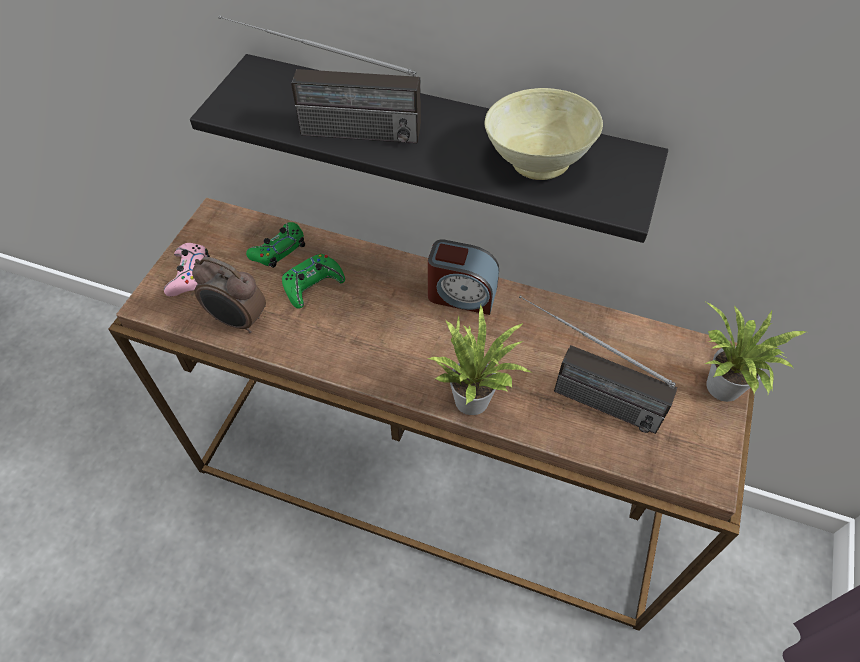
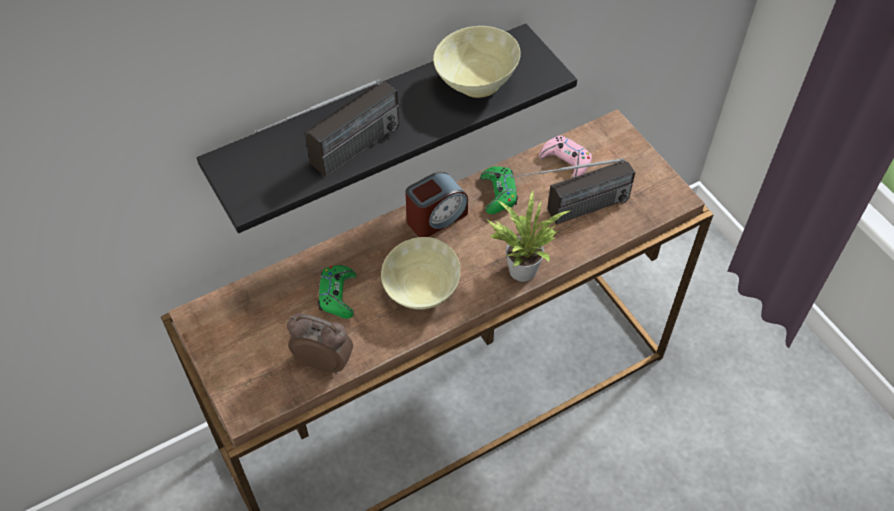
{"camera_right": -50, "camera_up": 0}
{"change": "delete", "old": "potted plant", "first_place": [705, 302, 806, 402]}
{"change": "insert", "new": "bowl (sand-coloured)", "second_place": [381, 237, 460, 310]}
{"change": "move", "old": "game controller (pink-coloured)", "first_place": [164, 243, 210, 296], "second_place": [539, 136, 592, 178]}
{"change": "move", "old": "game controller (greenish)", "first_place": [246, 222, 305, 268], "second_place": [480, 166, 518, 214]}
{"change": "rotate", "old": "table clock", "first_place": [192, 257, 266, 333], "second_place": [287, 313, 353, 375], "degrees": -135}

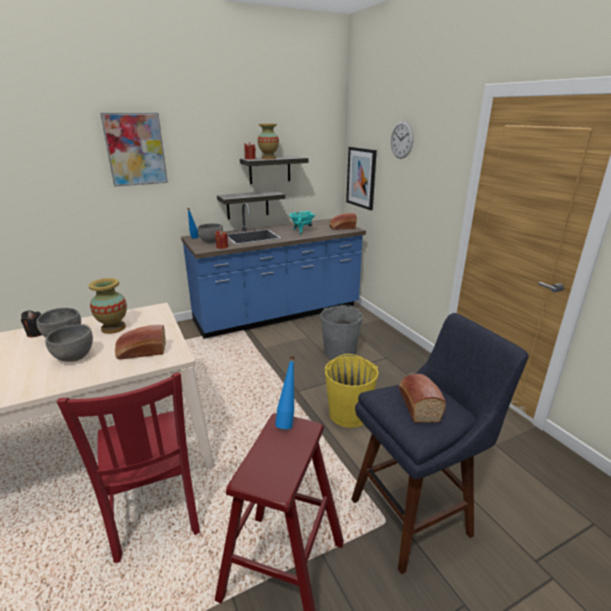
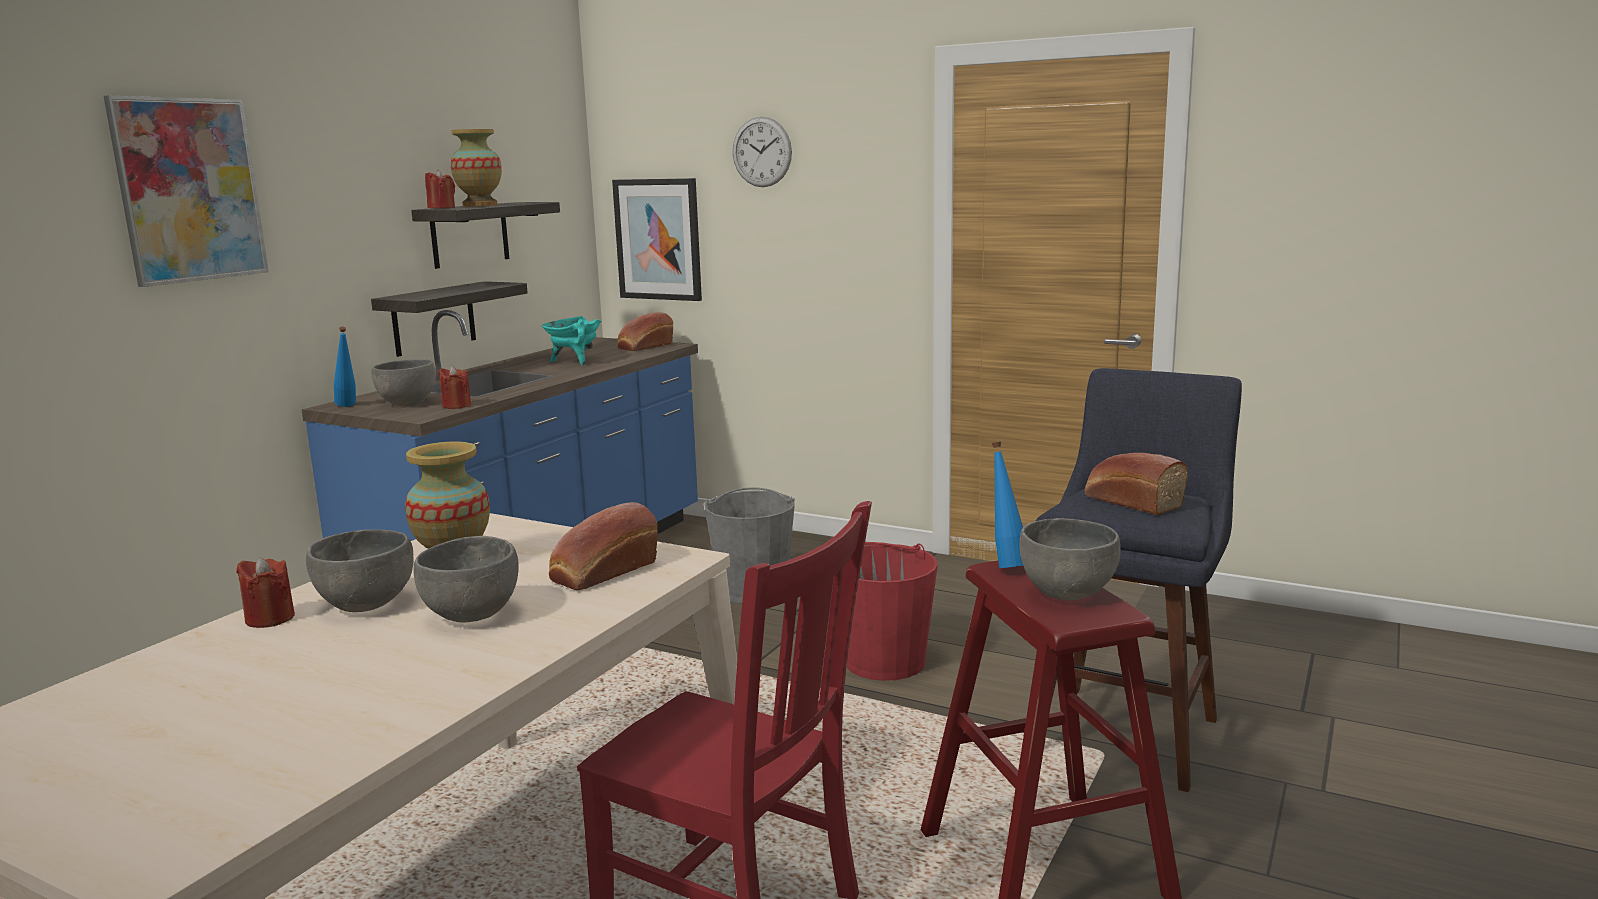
{"camera_right": -35, "camera_up": -10}
{"change": "insert", "new": "bowl (grey)", "second_place": [1019, 518, 1121, 600]}
{"change": "recolor", "old": "candle (black-coloured)", "new": "candle (red)", "first_place": [21, 310, 42, 337], "second_place": [236, 557, 295, 628]}
{"change": "recolor", "old": "pail (yellow-coloured)", "new": "pail (red)", "first_place": [325, 354, 379, 428], "second_place": [847, 542, 938, 681]}

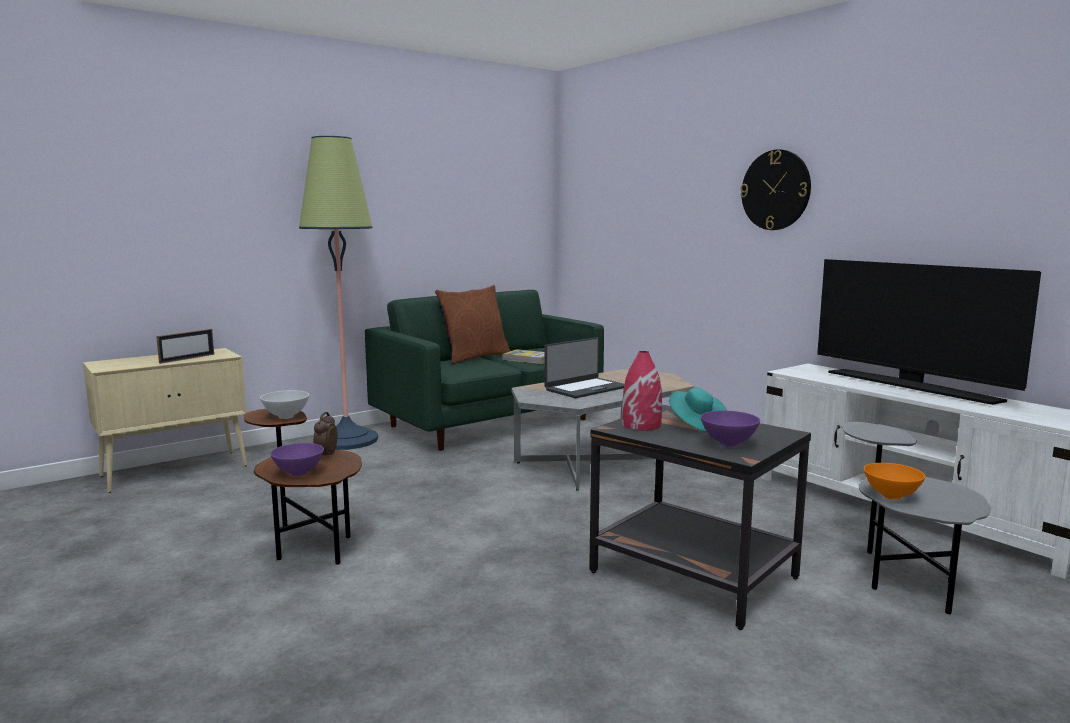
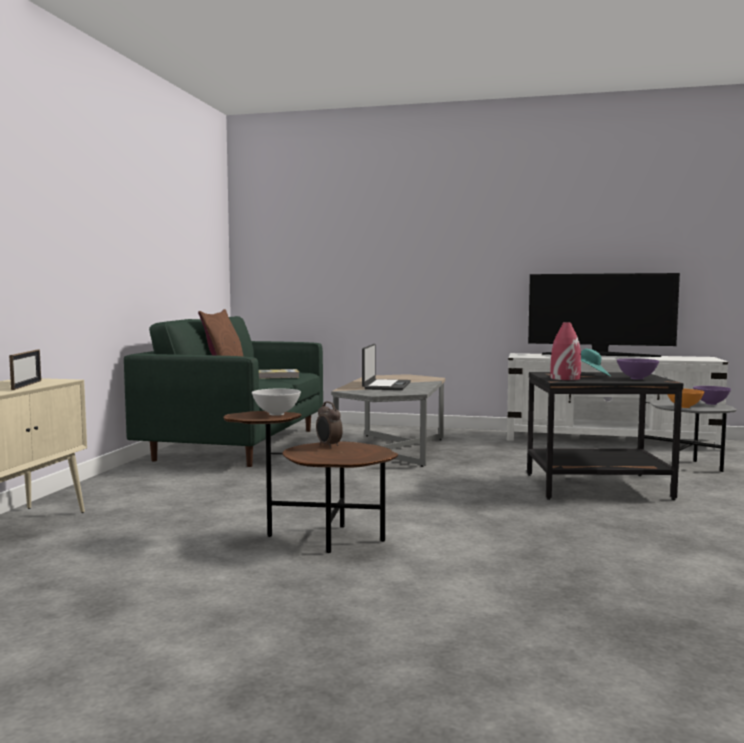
{"camera_right": -40, "camera_up": -5}
{"change": "delete", "old": "floor lamp", "first_place": [299, 136, 378, 450]}
{"change": "delete", "old": "hanging clock", "first_place": [740, 149, 811, 230]}
{"change": "move", "old": "bowl (purple)", "first_place": [270, 443, 324, 476], "second_place": [693, 386, 731, 405]}

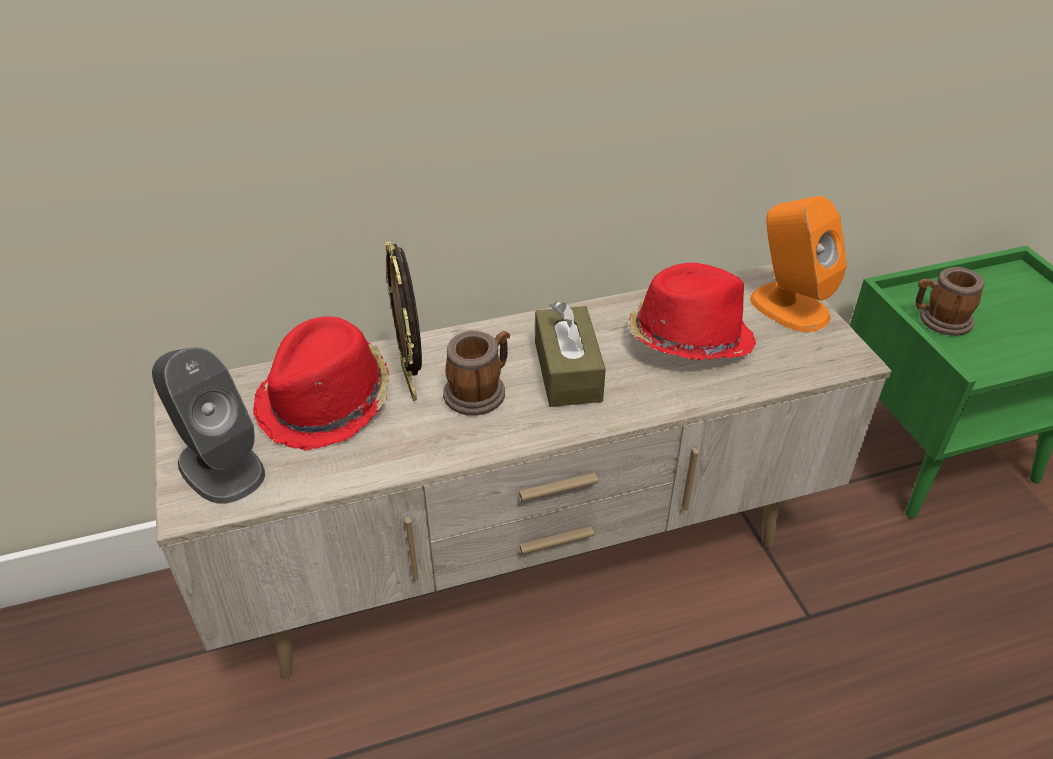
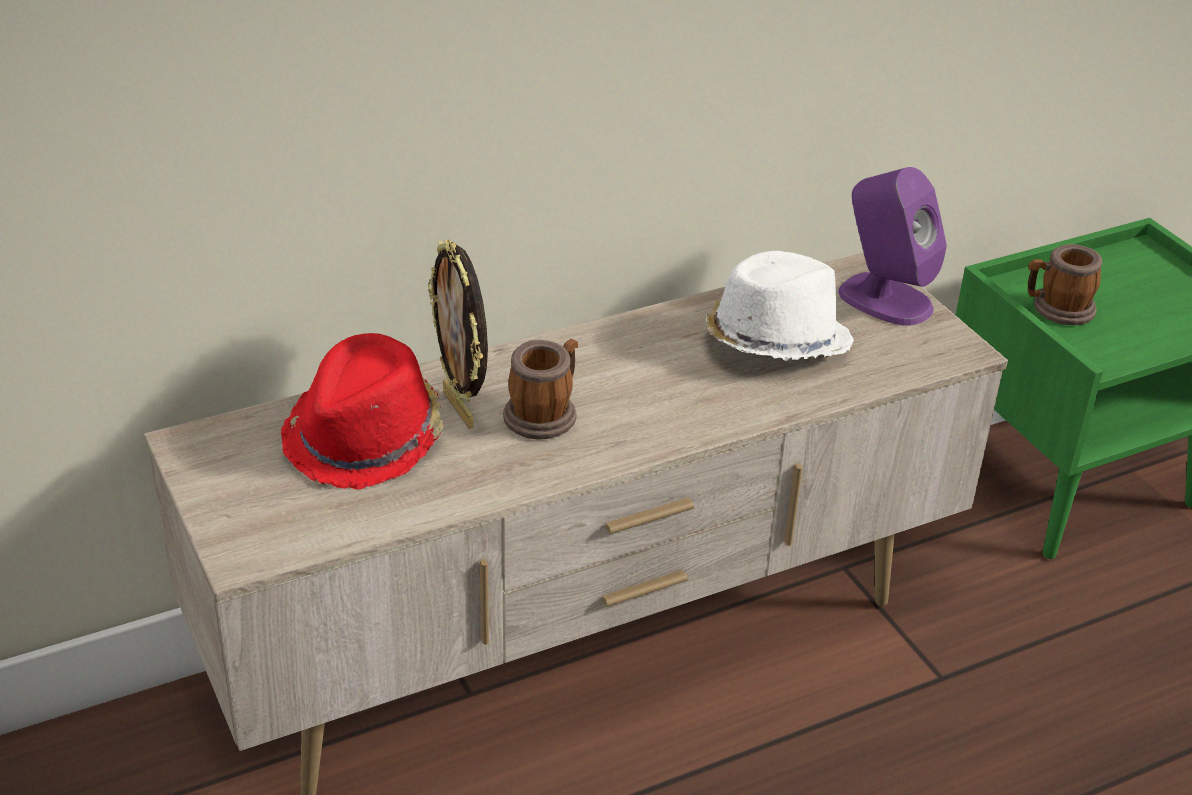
{"camera_right": -10, "camera_up": -5}
{"change": "delete", "old": "audio speaker (grey)", "first_place": [152, 347, 265, 504]}
{"change": "delete", "old": "box of tissues (brownish)", "first_place": [535, 302, 606, 407]}
{"change": "recolor", "old": "clothing hat (red)", "new": "clothing hat (white)", "first_place": [629, 263, 756, 361], "second_place": [706, 251, 854, 361]}
{"change": "recolor", "old": "audio speaker (orangey)", "new": "audio speaker (purple)", "first_place": [750, 196, 847, 332], "second_place": [838, 167, 947, 326]}

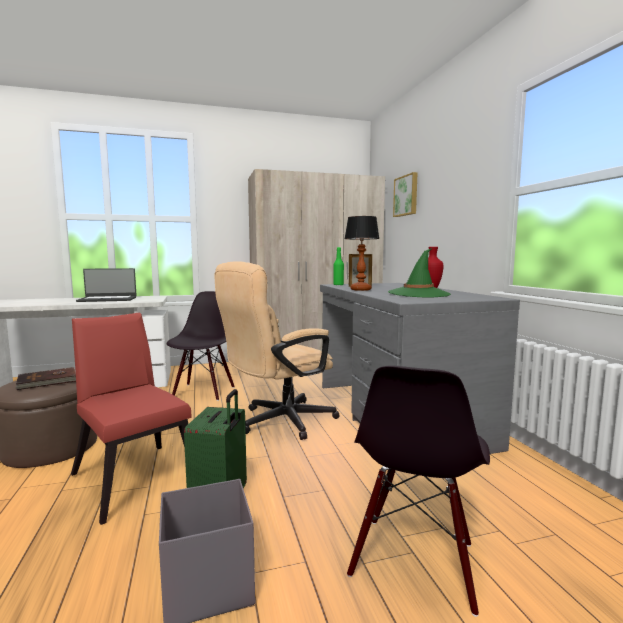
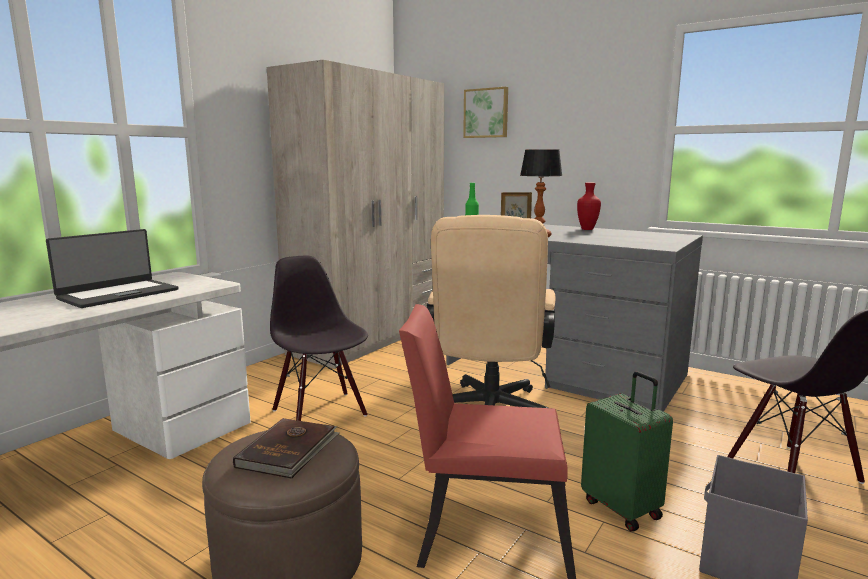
{"camera_right": -40, "camera_up": 5}
{"change": "delete", "old": "clothing hat (greenish)", "first_place": [388, 248, 451, 297]}

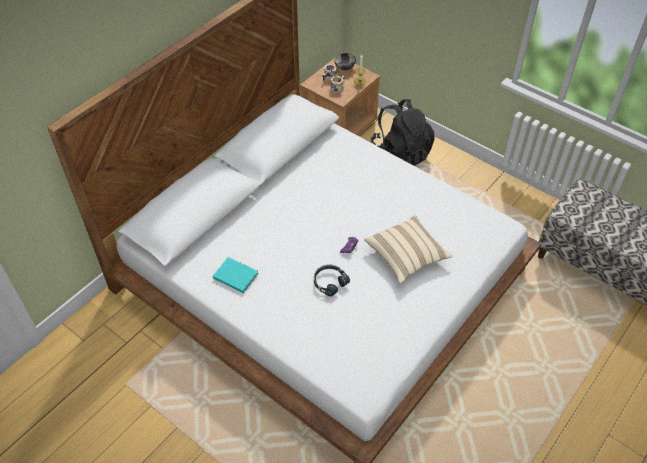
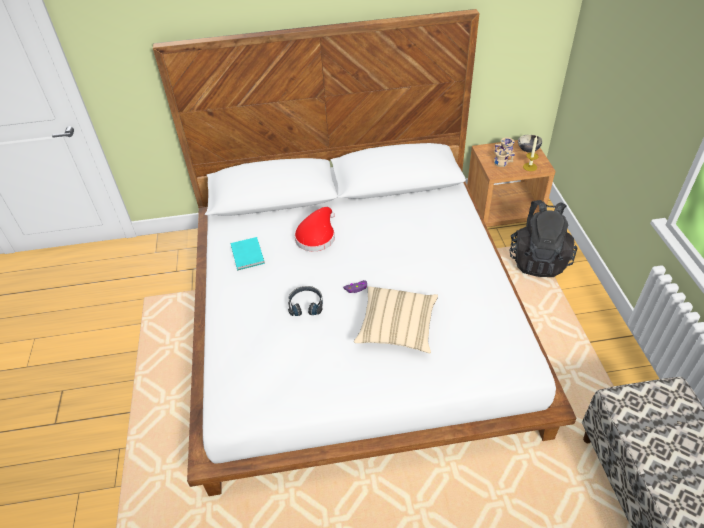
{"camera_right": 45, "camera_up": -5}
{"change": "insert", "new": "clothing hat (red)", "second_place": [295, 207, 335, 251]}

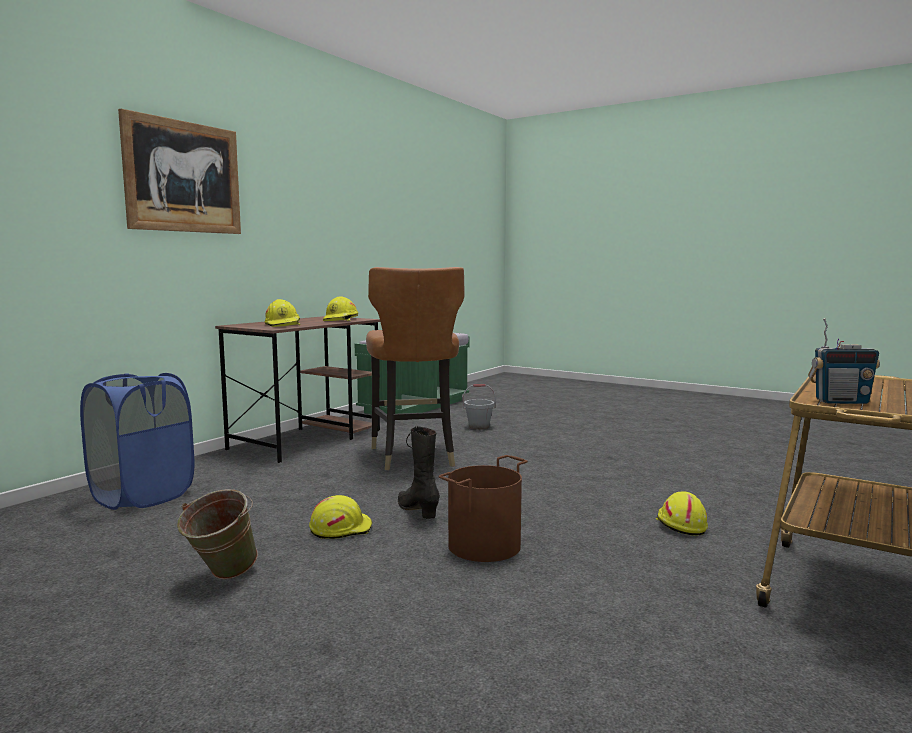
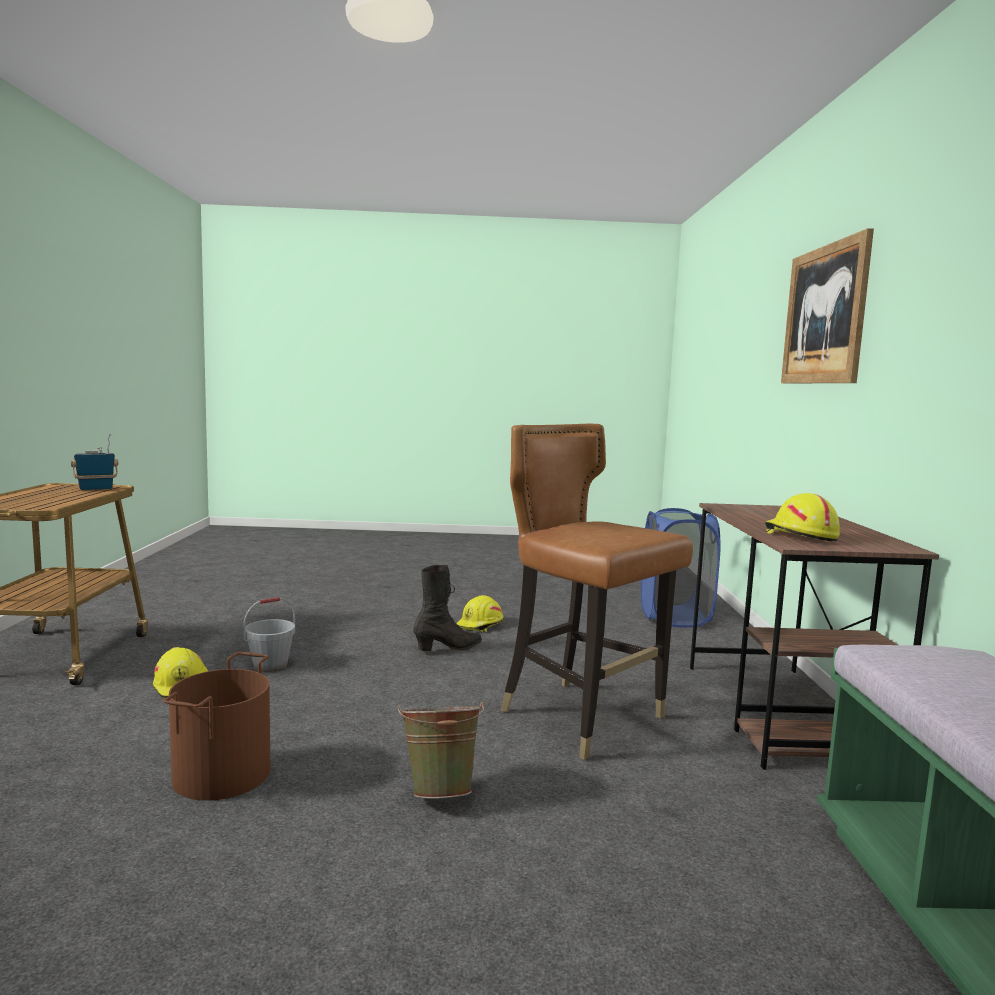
{"camera_right": 145, "camera_up": 0}
{"change": "delete", "old": "hard hat (yellow-coloured)", "first_place": [265, 299, 301, 327]}
{"change": "move", "old": "pail (greenish)", "first_place": [177, 489, 258, 580], "second_place": [398, 701, 484, 799]}
{"change": "move", "old": "pail (brownish)", "first_place": [438, 455, 528, 562], "second_place": [163, 652, 270, 801]}
{"change": "move", "old": "pail (grey)", "first_place": [463, 384, 496, 430], "second_place": [243, 597, 295, 672]}
{"change": "rotate", "old": "high-top boot (black-coloured)", "first_place": [398, 426, 440, 519], "second_place": [413, 565, 482, 651], "degrees": -60}

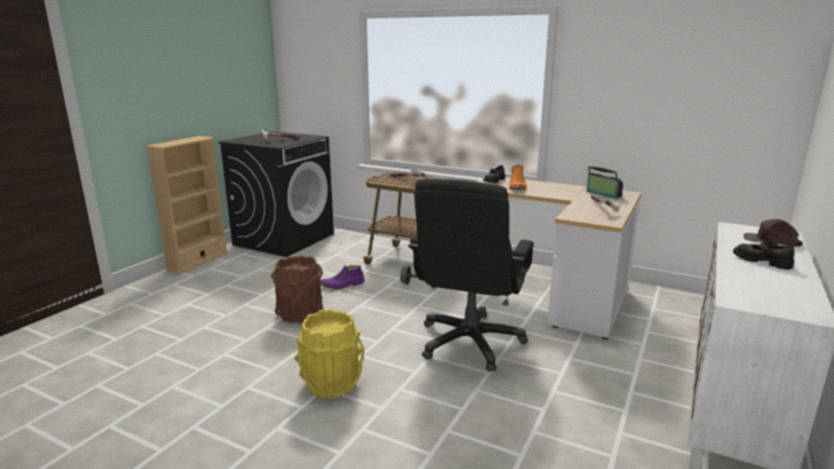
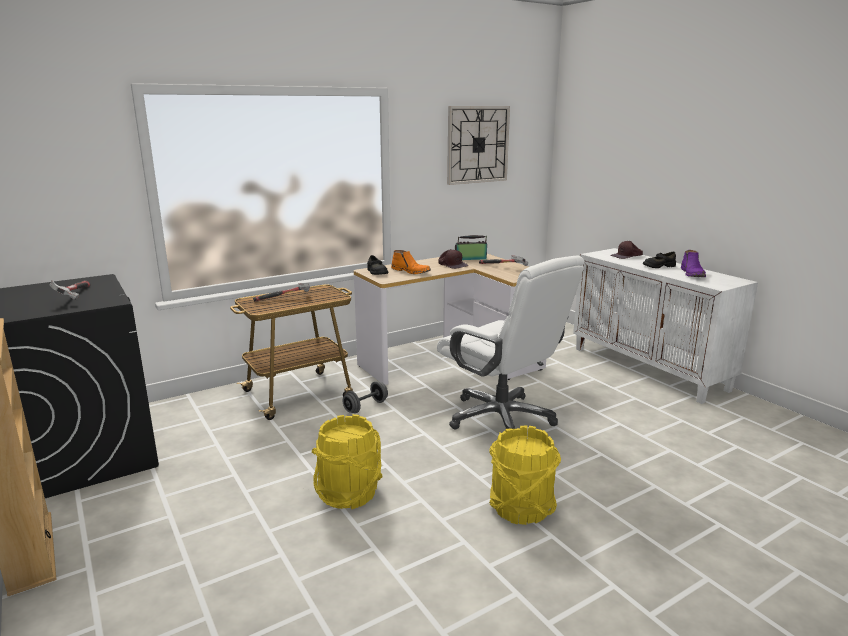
{"camera_right": -60, "camera_up": 0}
{"change": "insert", "new": "peaked cap (brownish)", "second_place": [438, 249, 468, 269]}
{"change": "insert", "new": "hanging clock", "second_place": [447, 106, 510, 185]}
{"change": "move", "old": "high-top boot (purple)", "first_place": [320, 265, 365, 289], "second_place": [681, 250, 706, 277]}
{"change": "recolor", "old": "pail (brownish)", "new": "pail (yellow-coloured)", "first_place": [271, 256, 324, 323], "second_place": [312, 414, 382, 509]}
{"change": "recolor", "old": "computer chair (black-coloured)", "new": "computer chair (white)", "first_place": [408, 179, 534, 371], "second_place": [437, 256, 585, 429]}

